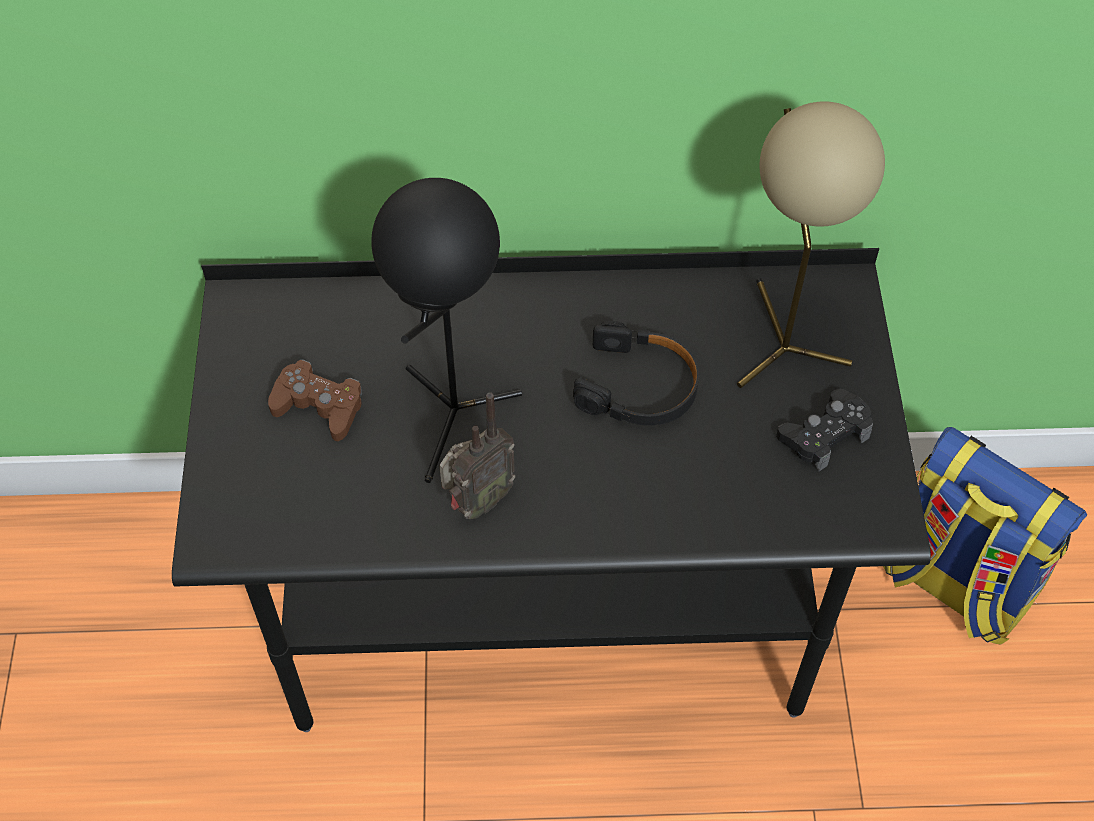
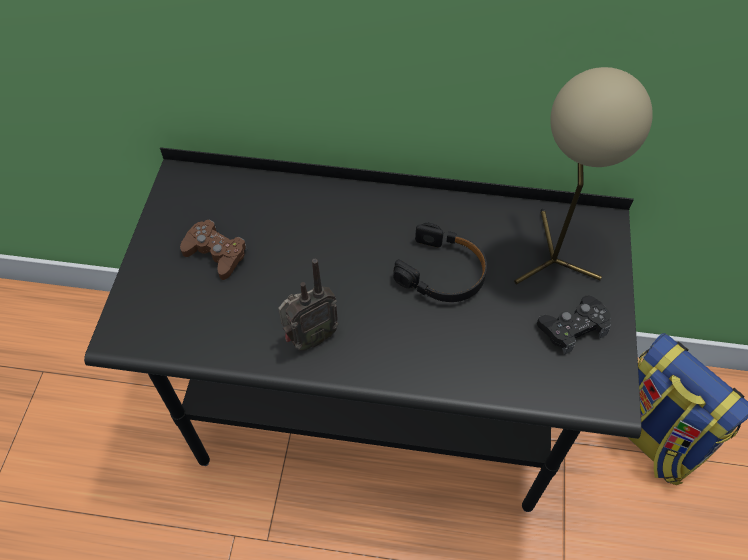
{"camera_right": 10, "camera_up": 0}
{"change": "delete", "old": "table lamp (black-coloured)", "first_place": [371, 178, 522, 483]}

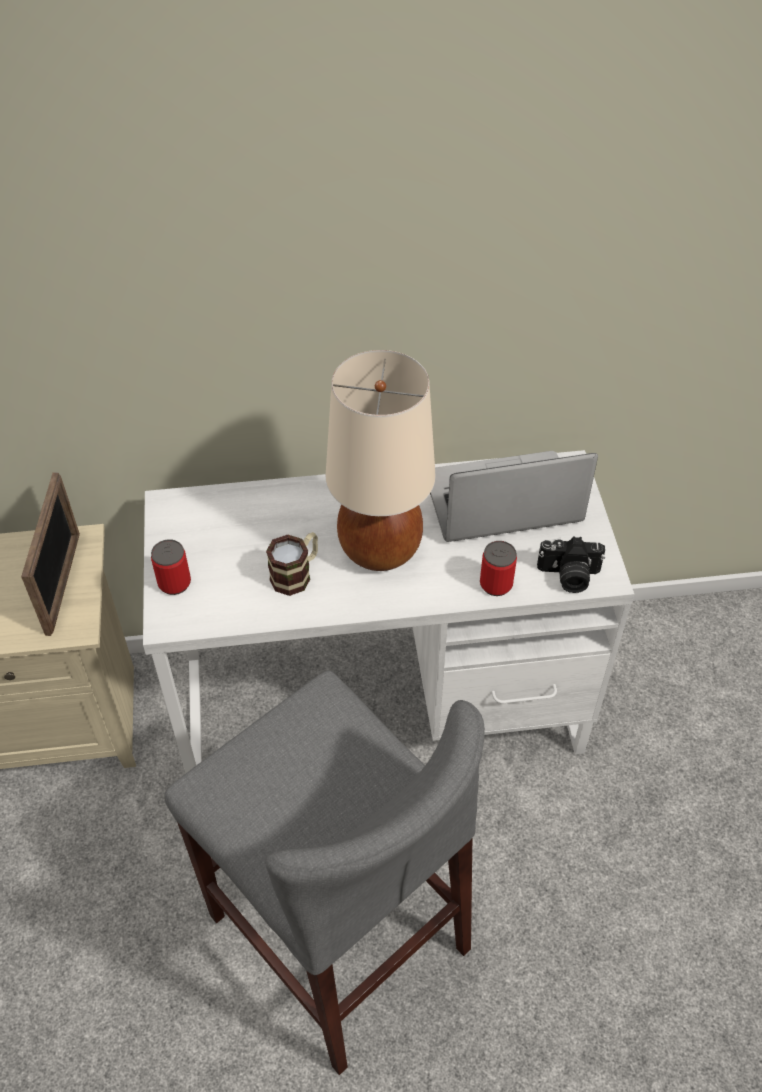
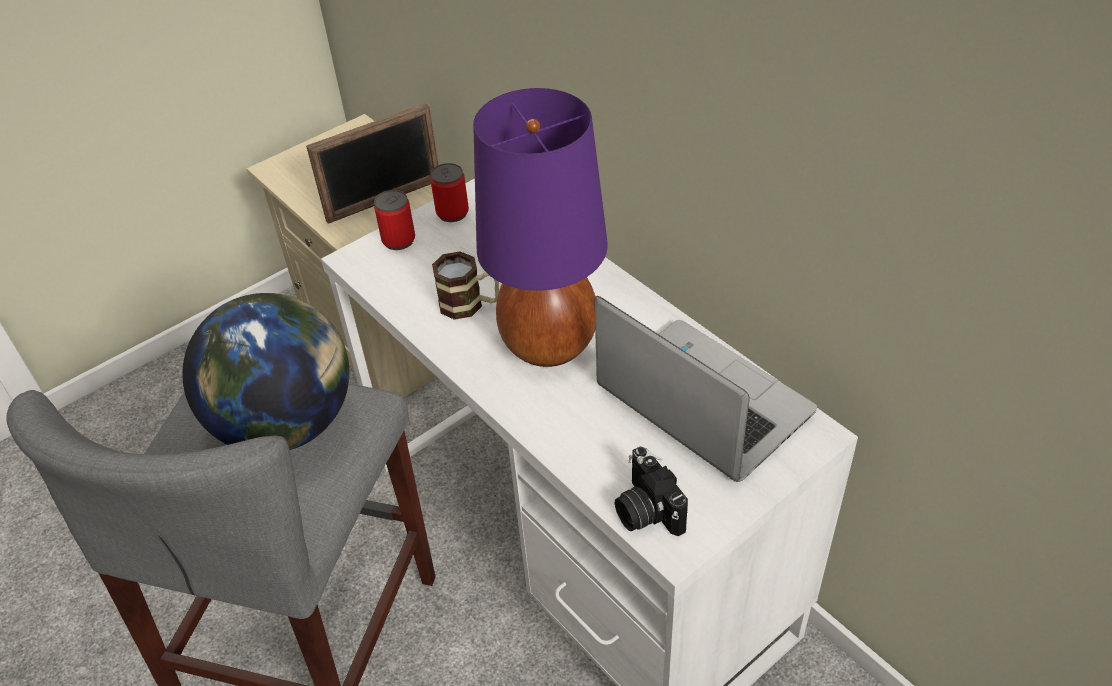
{"camera_right": 60, "camera_up": -5}
{"change": "insert", "new": "globe", "second_place": [182, 293, 350, 450]}
{"change": "move", "old": "metal can", "first_place": [480, 541, 517, 596], "second_place": [430, 163, 469, 222]}
{"change": "recolor", "old": "table lamp (sand-coloured)", "new": "table lamp (purple)", "first_place": [326, 350, 435, 571], "second_place": [473, 88, 608, 367]}

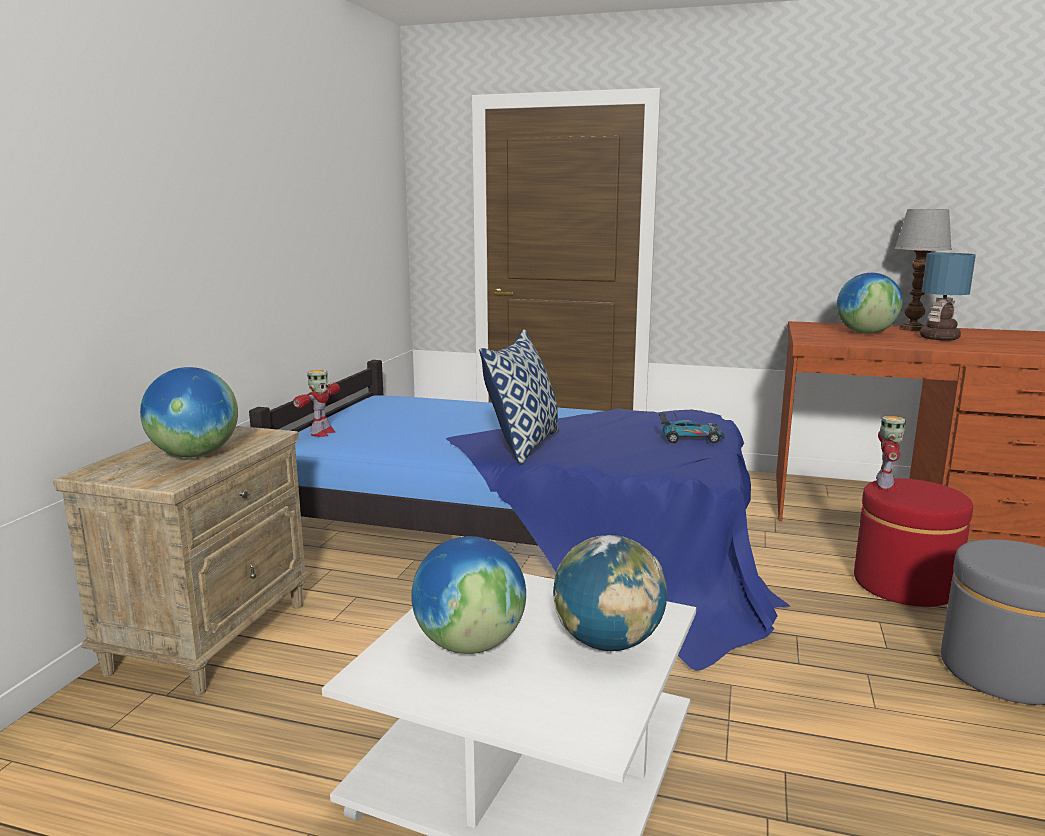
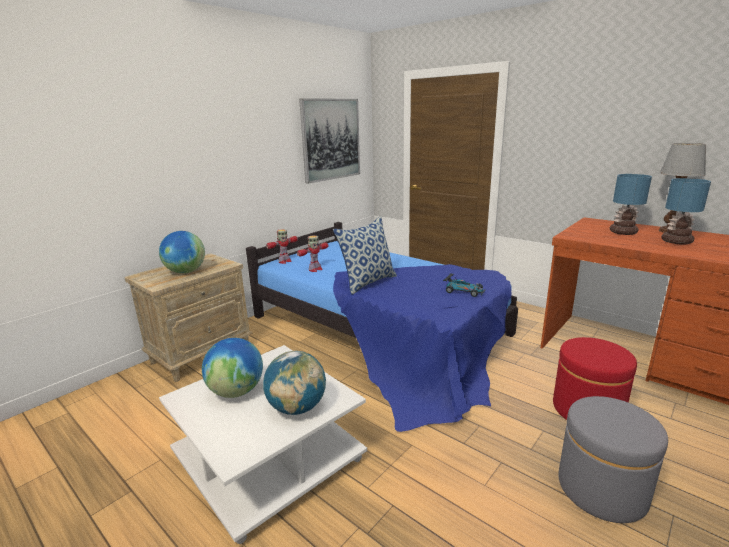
{"camera_right": 25, "camera_up": 5}
{"change": "insert", "new": "wall picture", "second_place": [299, 98, 360, 184]}
{"change": "move", "old": "model robot", "first_place": [876, 416, 906, 491], "second_place": [297, 235, 328, 272]}
{"change": "replace", "old": "globe", "new": "table lamp", "first_place": [837, 273, 903, 334], "second_place": [610, 174, 652, 235]}

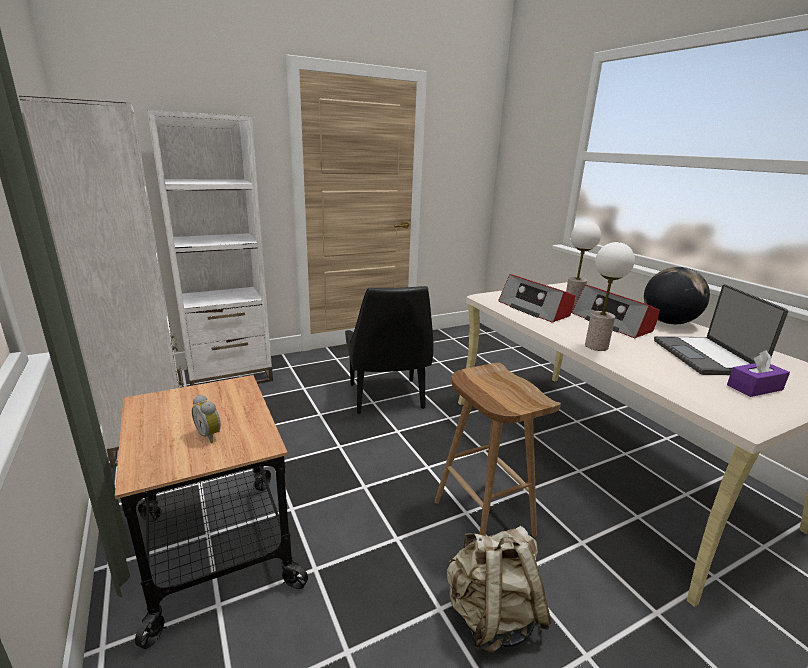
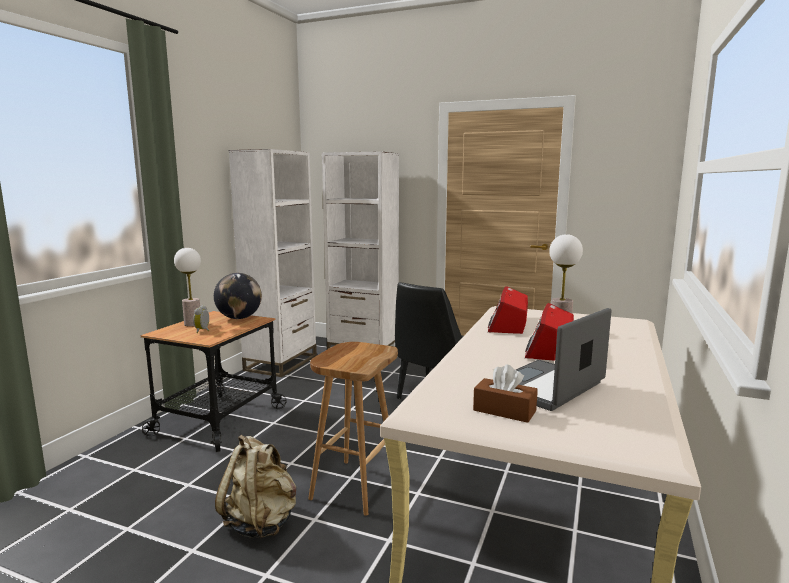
{"camera_right": 50, "camera_up": -10}
{"change": "move", "old": "table lamp", "first_place": [585, 242, 635, 351], "second_place": [174, 248, 201, 326]}
{"change": "move", "old": "globe", "first_place": [644, 267, 710, 324], "second_place": [214, 273, 262, 319]}
{"change": "recolor", "old": "box of tissues (purple)", "new": "box of tissues (brownish)", "first_place": [727, 350, 790, 397], "second_place": [473, 365, 538, 423]}

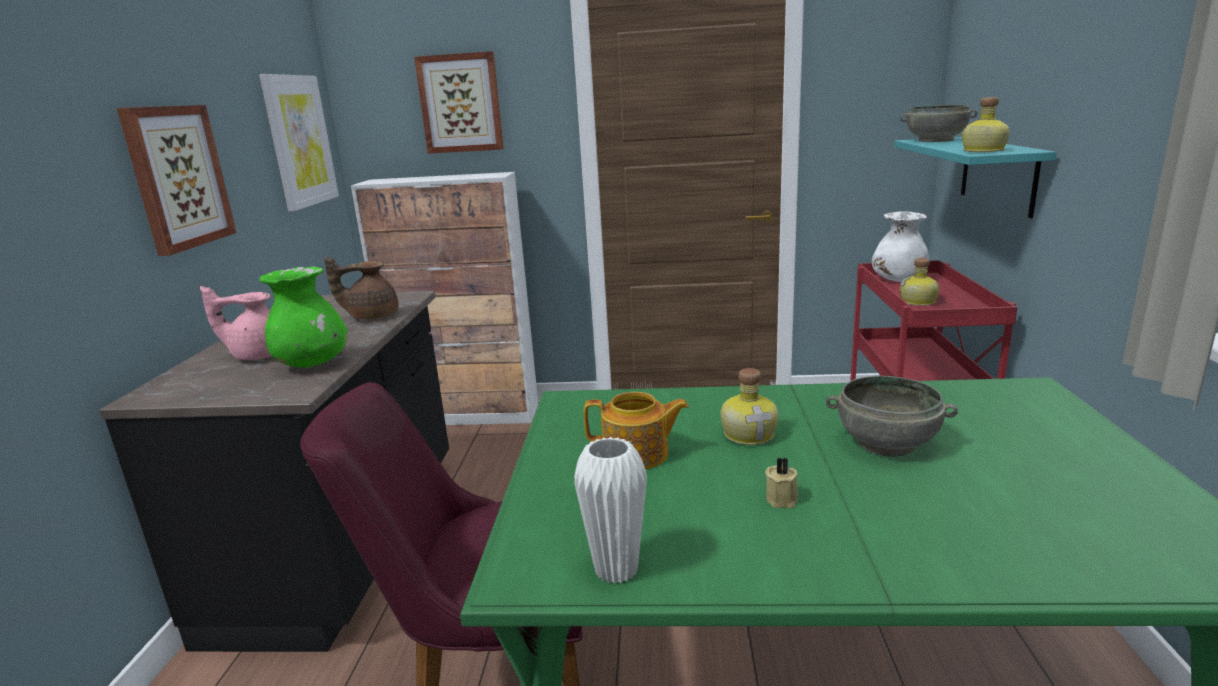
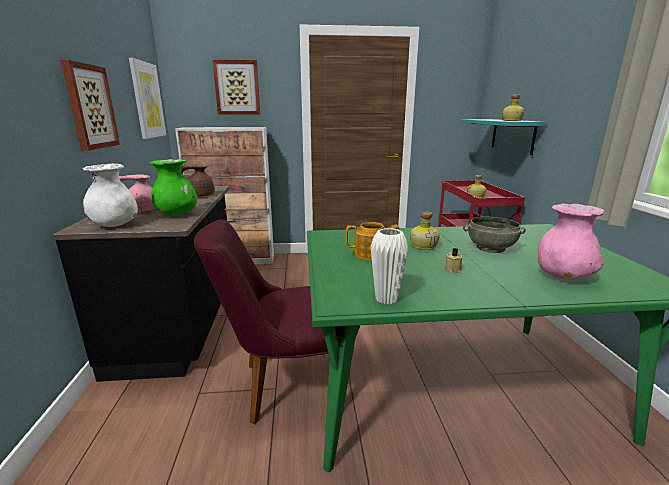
{"camera_right": -10, "camera_up": 0}
{"change": "delete", "old": "bowl (grey)", "first_place": [900, 105, 978, 142]}
{"change": "insert", "new": "vase (pink-coloured)", "second_place": [538, 203, 604, 280]}
{"change": "move", "old": "vase (white)", "first_place": [872, 211, 929, 282], "second_place": [83, 164, 138, 227]}

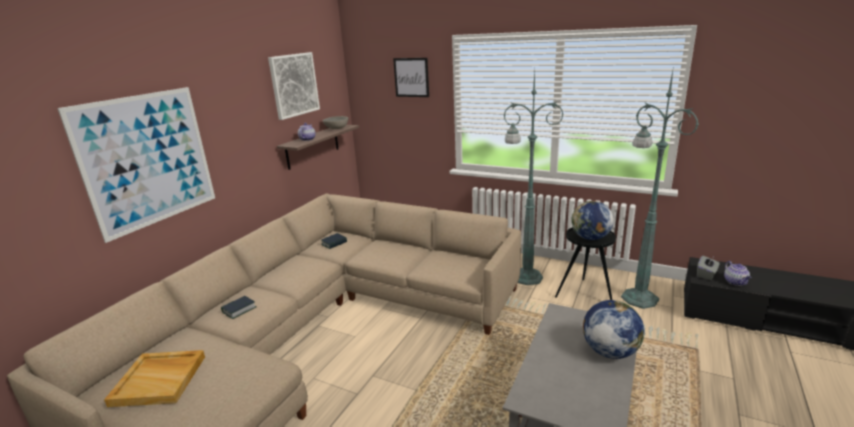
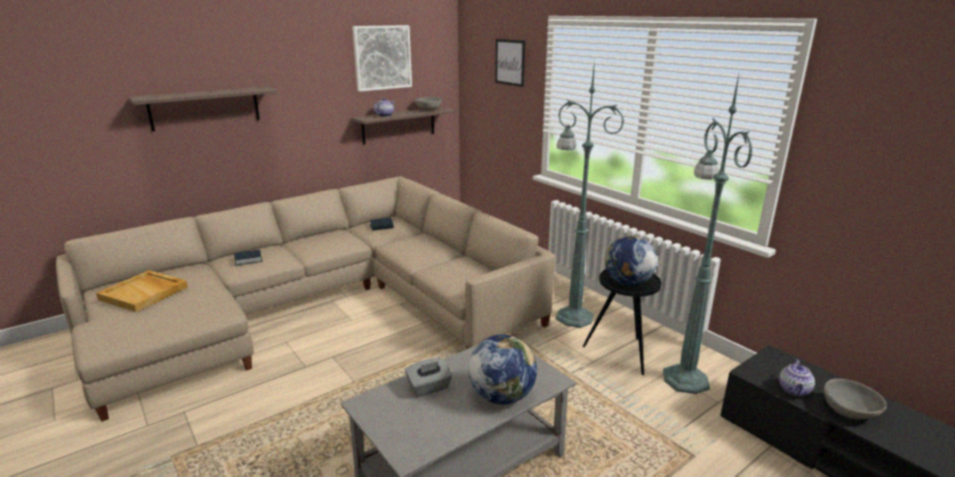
{"camera_right": 25, "camera_up": 0}
{"change": "insert", "new": "bowl (grey)", "second_place": [824, 379, 887, 419]}
{"change": "move", "old": "box of tissues (grey)", "first_place": [697, 256, 719, 280], "second_place": [405, 358, 452, 397]}
{"change": "replace", "old": "wall picture", "new": "shelf", "first_place": [57, 87, 215, 243], "second_place": [129, 86, 277, 131]}

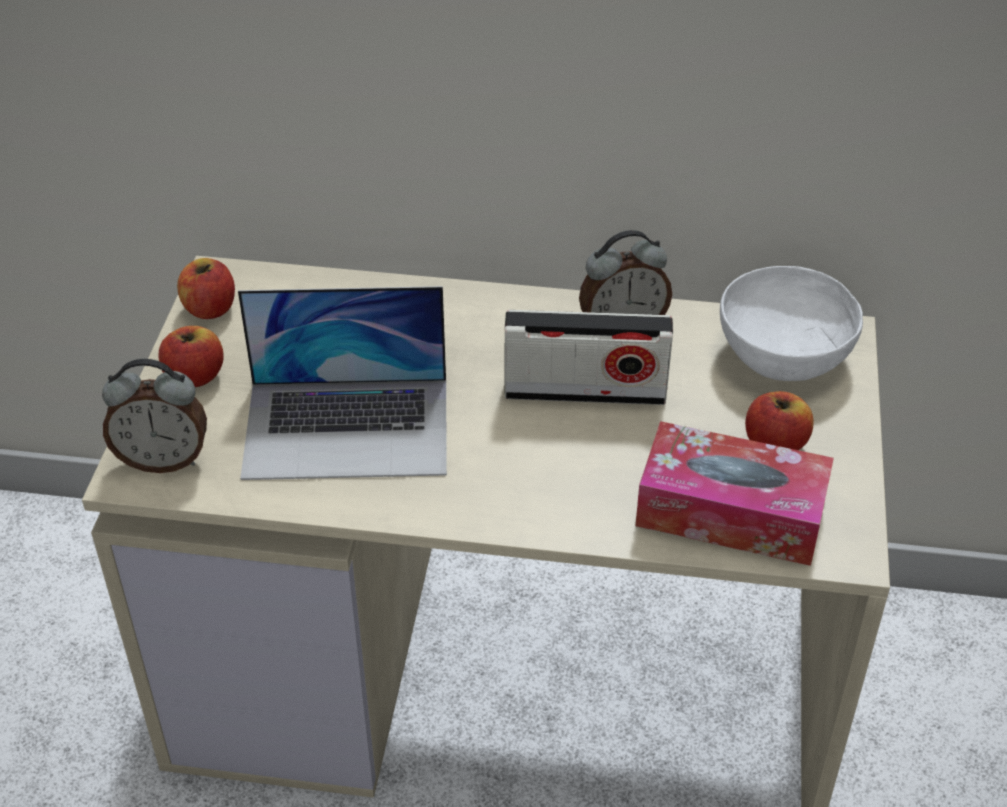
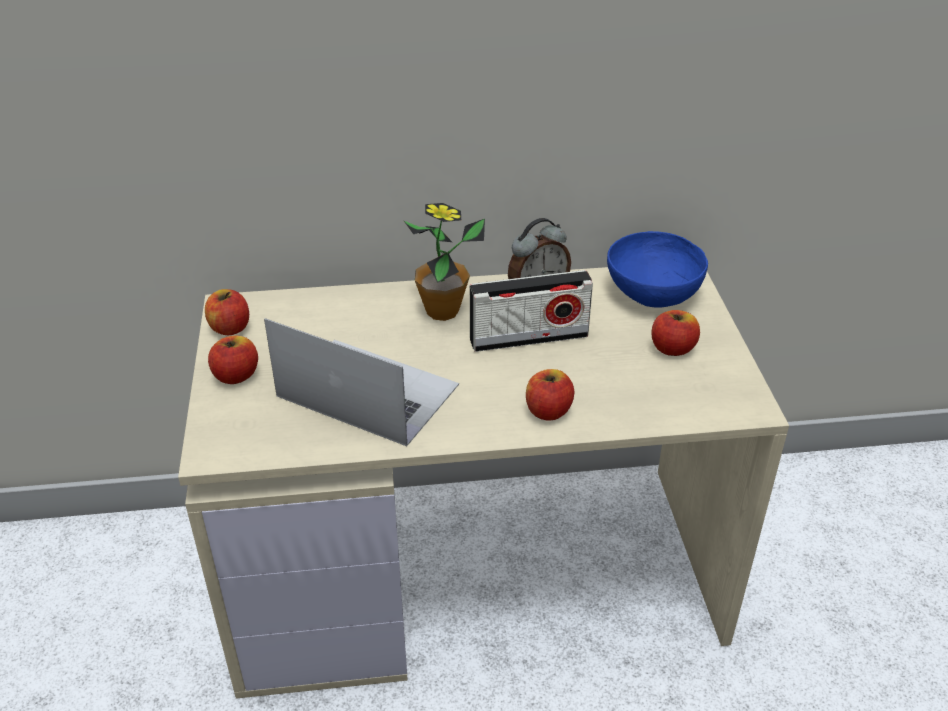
{"camera_right": -15, "camera_up": -5}
{"change": "delete", "old": "table clock", "first_place": [102, 359, 207, 473]}
{"change": "delete", "old": "box of tissues", "first_place": [636, 421, 834, 566]}
{"change": "insert", "new": "potted plant", "second_place": [403, 203, 485, 321]}
{"change": "insert", "new": "apple", "second_place": [526, 369, 575, 421]}
{"change": "recolor", "old": "bowl (white)", "new": "bowl (blue-coloured)", "first_place": [720, 266, 863, 381], "second_place": [607, 231, 708, 308]}
{"change": "rotate", "old": "notebook computer", "first_place": [238, 286, 447, 480], "second_place": [264, 318, 459, 446], "degrees": -135}

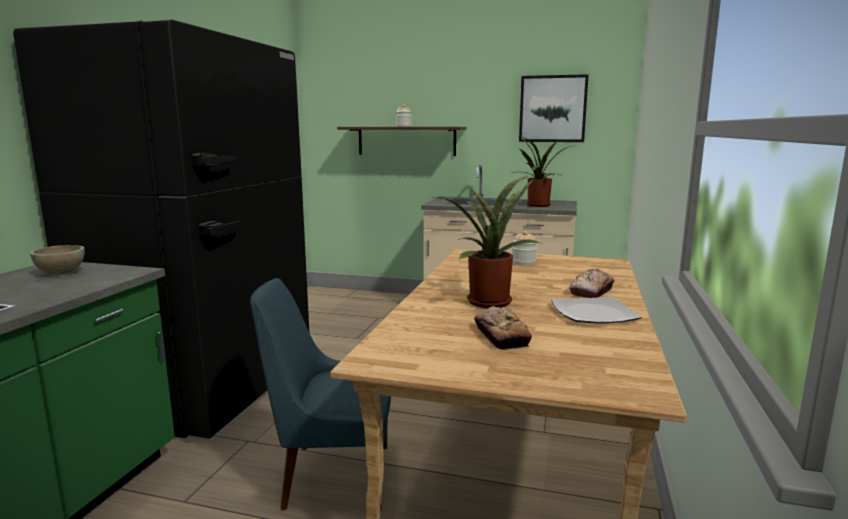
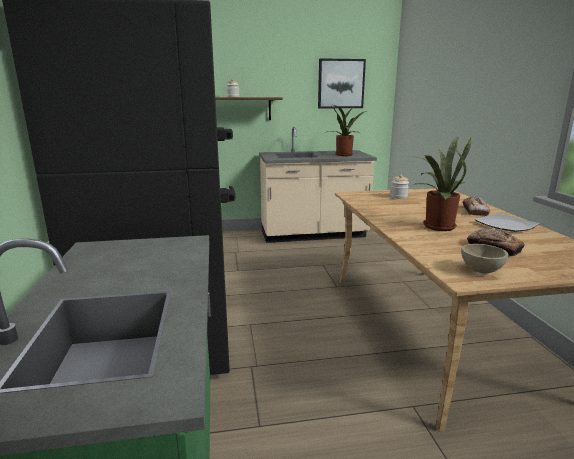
{"camera_right": -25, "camera_up": 5}
{"change": "delete", "old": "chair (blue-coloured)", "first_place": [250, 278, 391, 511]}
{"change": "move", "old": "bowl (sand-coloured)", "first_place": [30, 245, 85, 274], "second_place": [461, 244, 509, 274]}

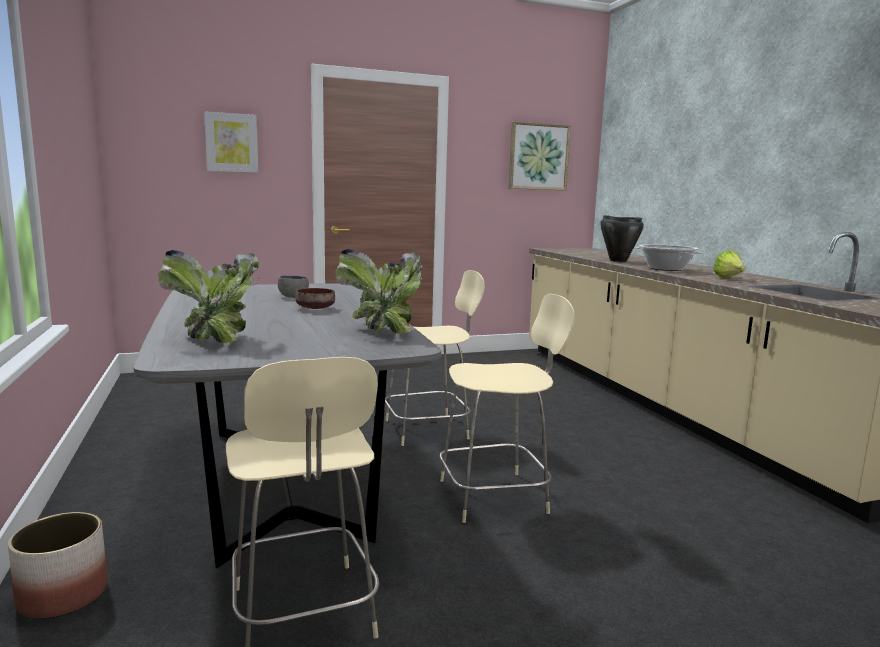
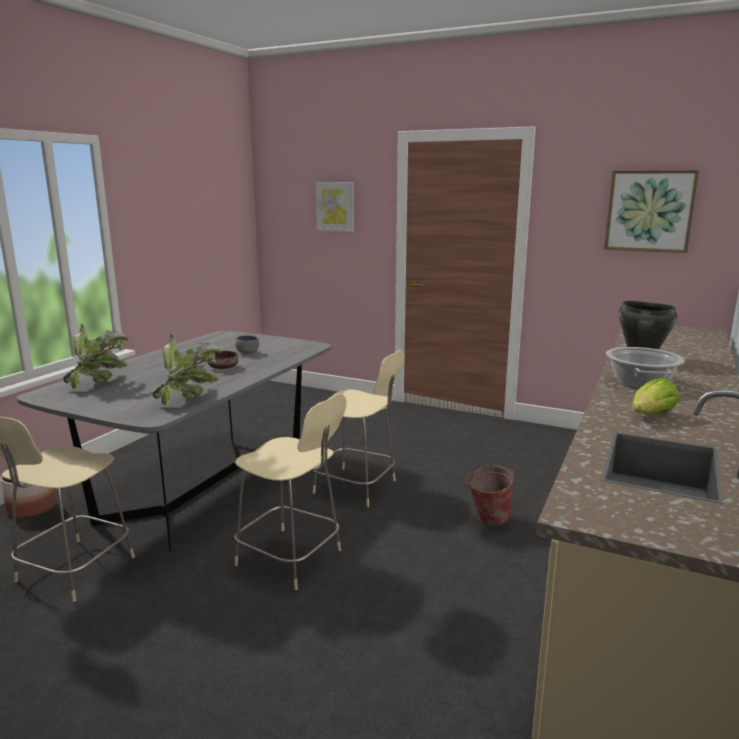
{"camera_right": 45, "camera_up": 5}
{"change": "insert", "new": "pail", "second_place": [465, 465, 514, 526]}

